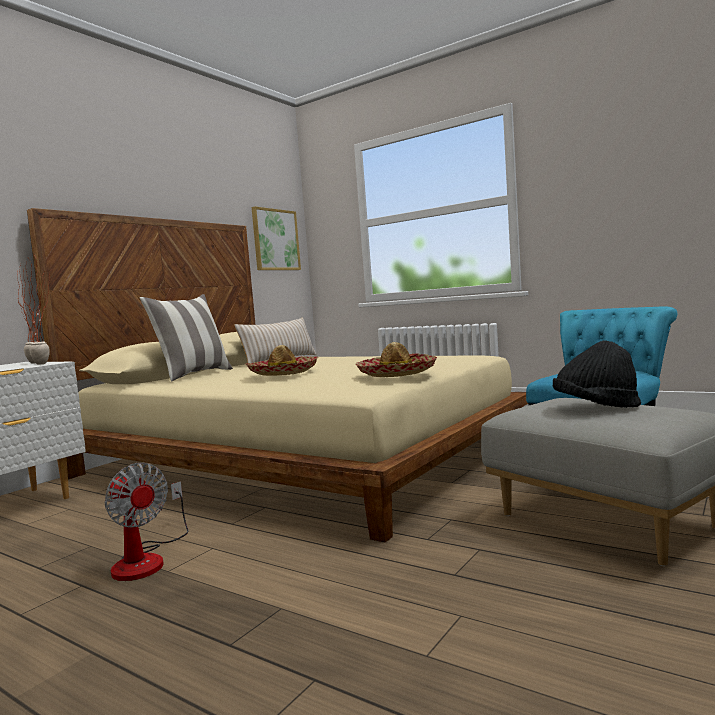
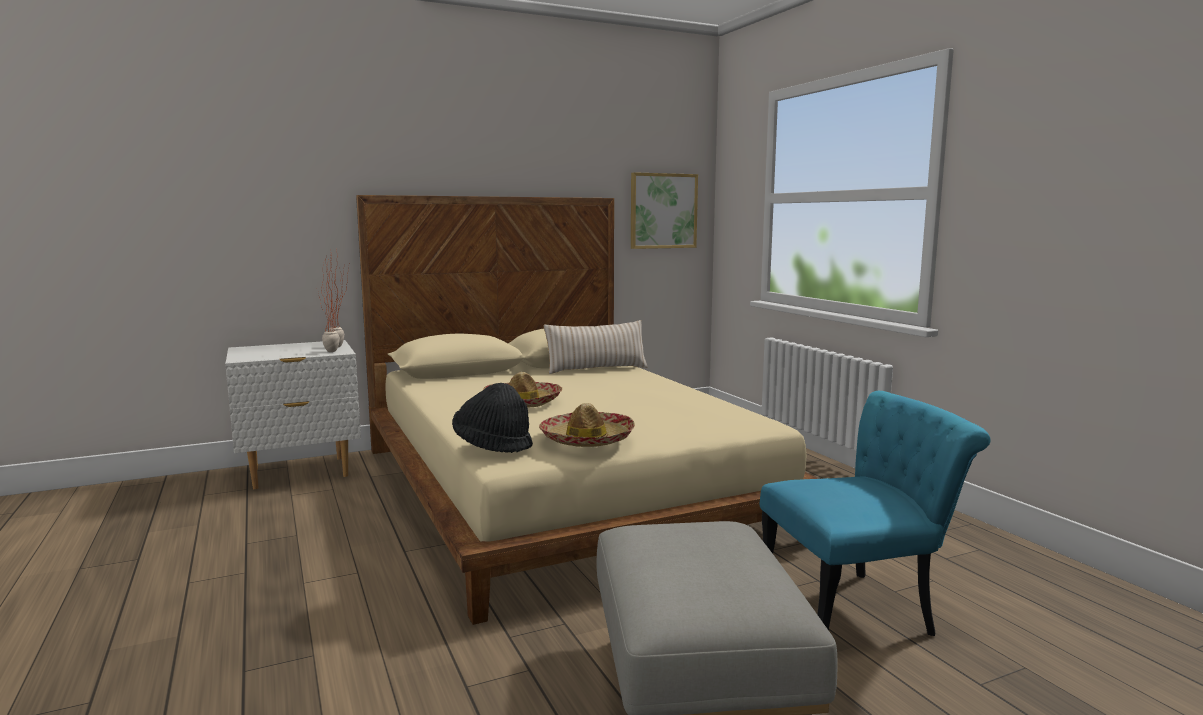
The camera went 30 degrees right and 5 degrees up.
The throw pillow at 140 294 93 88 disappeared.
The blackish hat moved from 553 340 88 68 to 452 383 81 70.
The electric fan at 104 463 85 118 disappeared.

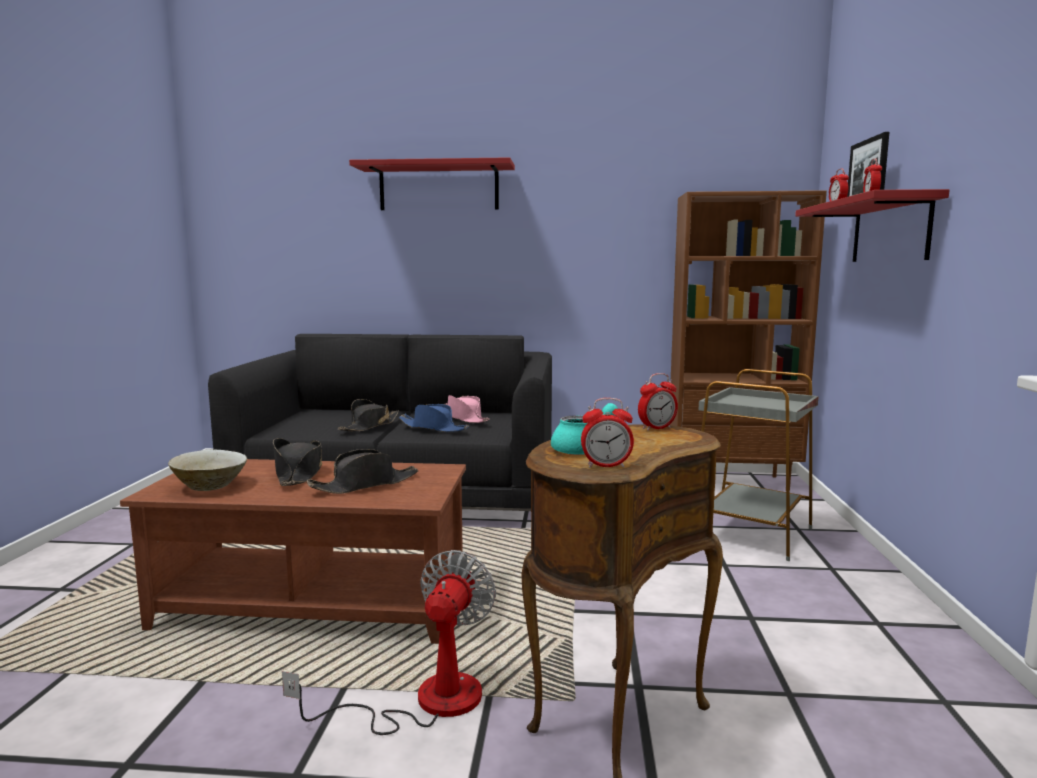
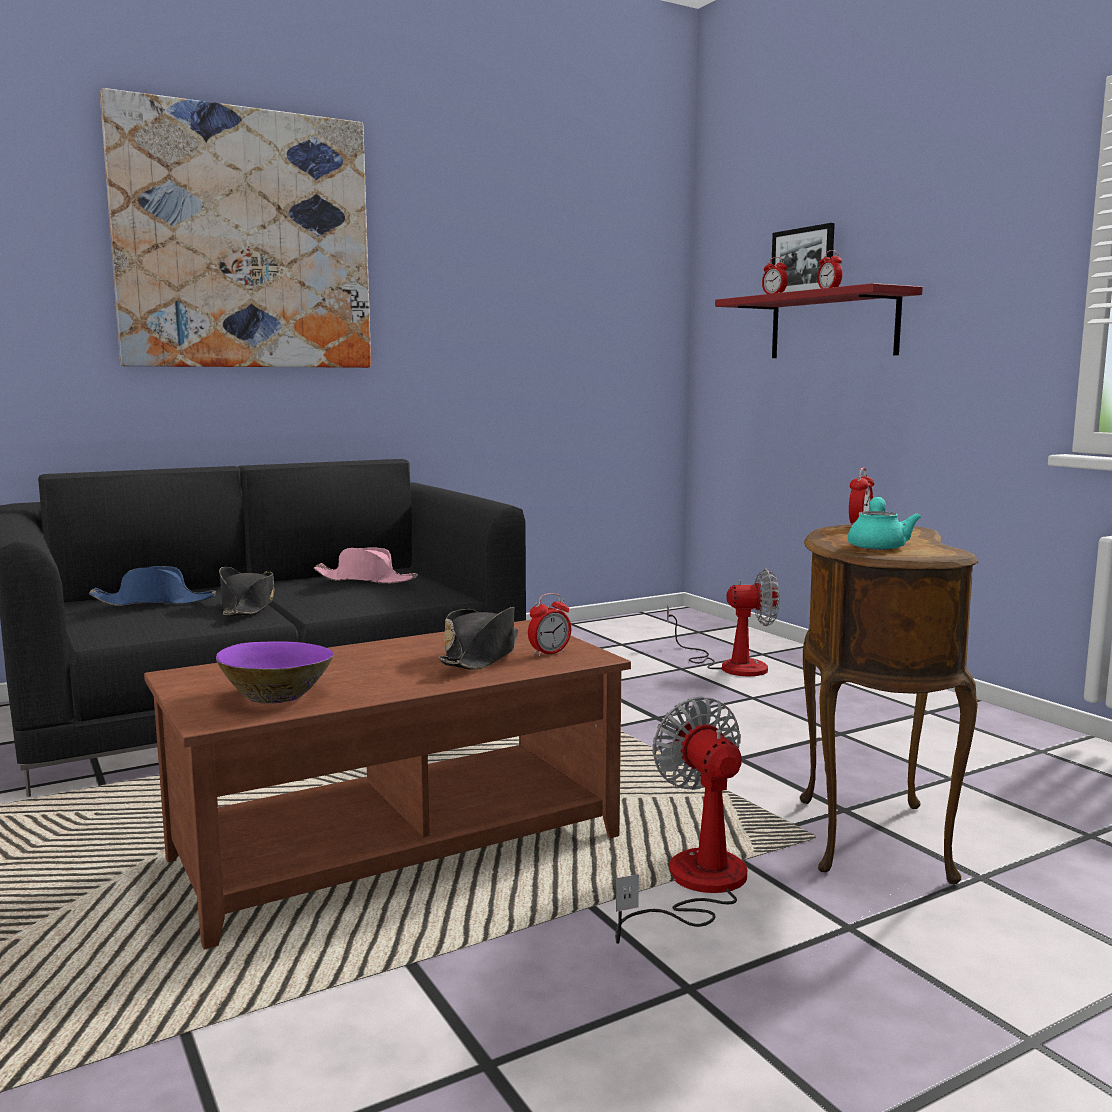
The camera went 35 degrees left and 0 degrees up.
The red-coloured shelf at 349 157 166 53 was replaced by the wall art at 100 88 271 280.
The brown-coloured bookcase at 670 190 157 292 disappeared.
The grey end table at 699 369 120 192 was replaced by the electric fan at 667 568 113 108.
The alarm clock moved from 581 398 53 69 to 528 593 43 64.
The blue-coloured hat moved from 399 404 70 28 to 89 566 127 40.
The blackish hat at 273 438 49 48 disappeared.
The sand-coloured deep dish at 168 450 79 41 became the purple-coloured deep dish at 216 641 117 63.

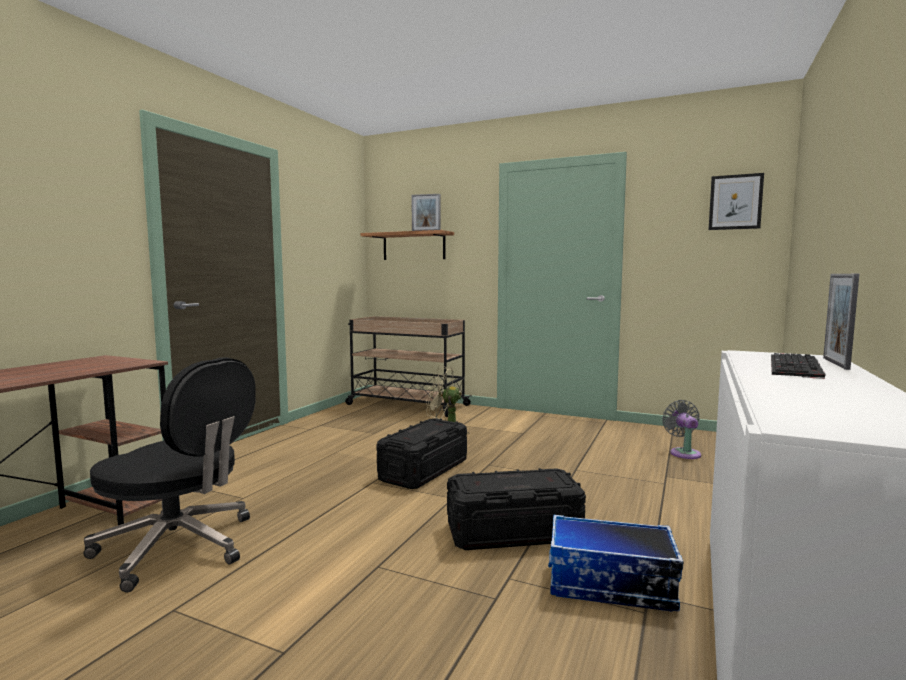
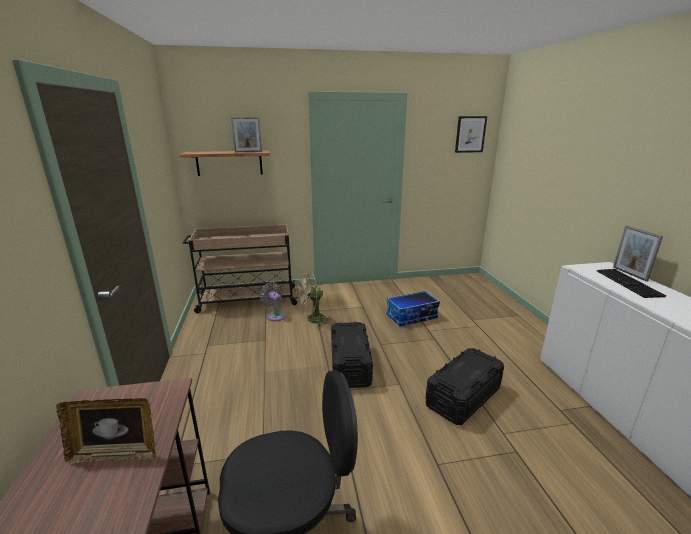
The camera went 35 degrees left and 15 degrees up.
The grey electric fan moved from 662 400 39 59 to 259 282 27 39.
The storage container moved from 548 515 136 97 to 387 291 53 36.
The photo frame at 56 398 100 65 appeared.

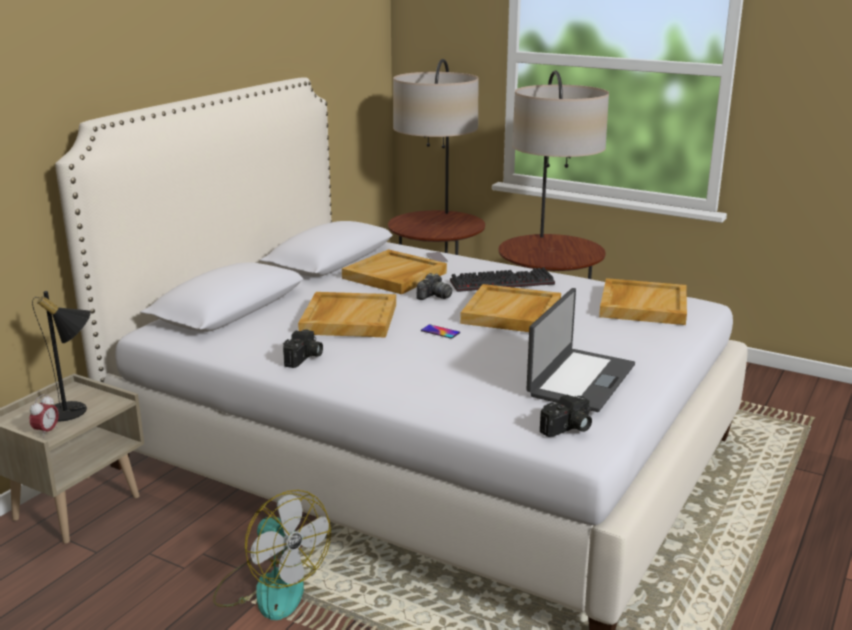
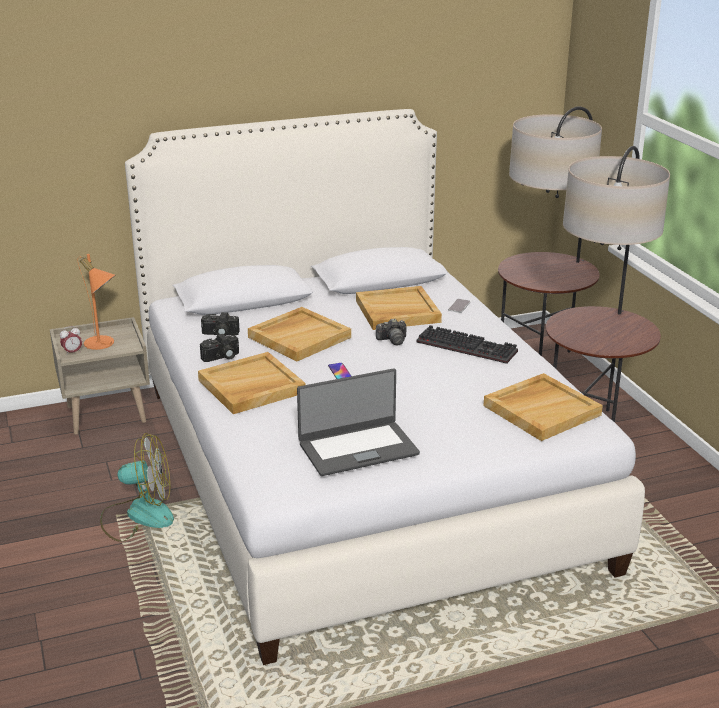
The camera went 40 degrees right and 5 degrees up.
The sand-coloured carrying tray moved from 460 284 101 48 to 198 352 108 62.
The blackish lamp for a table at 32 291 59 131 became the orangey lamp for a table at 77 254 38 96.
The photo camera moved from 540 395 52 42 to 201 312 38 24.
The electric fan at 213 490 118 130 turned 90 degrees counterclockwise.

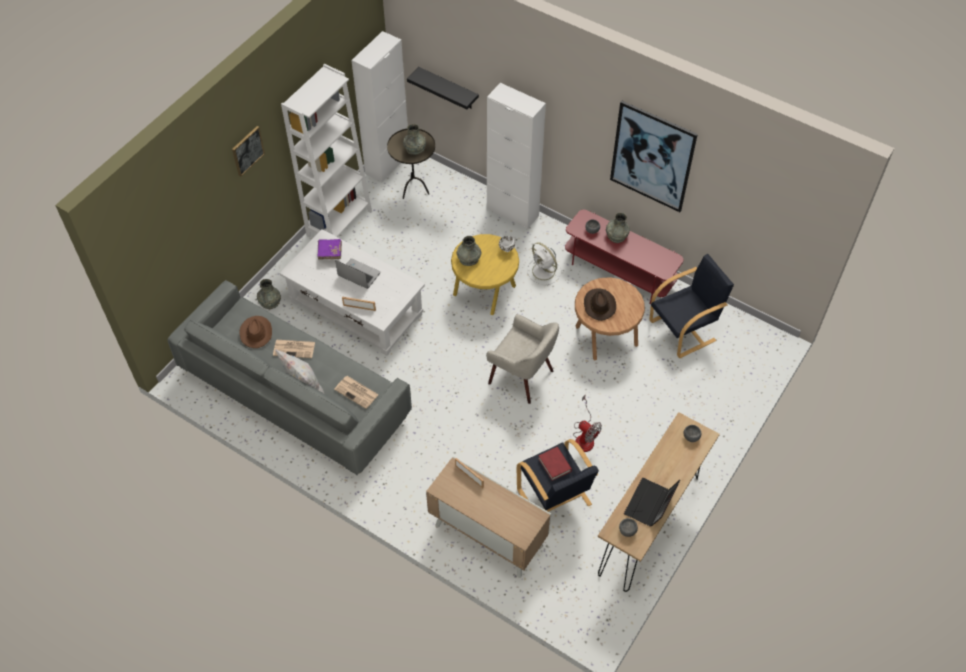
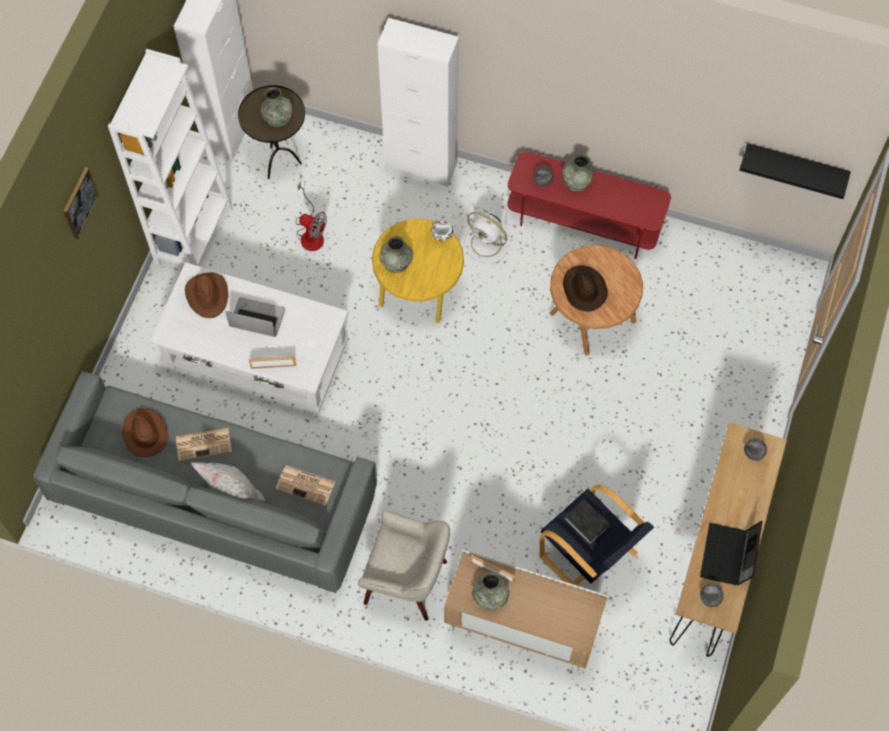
The camera went 15 degrees left and 10 degrees up.
The blackish shelf moved from 407 67 72 42 to 739 143 112 56.
The wall art at 610 101 88 111 disappeared.
The purple-coloured book at 317 239 25 21 was replaced by the brown-coloured hat at 185 272 44 46.
The blackish armchair at 649 254 85 104 disappeared.
The grey flower vase moved from 257 279 24 30 to 472 572 37 39.
The sand-coloured armchair moved from 486 314 73 90 to 358 511 92 110.
The electric fan moved from 573 394 29 58 to 296 182 31 69.
The red-coloured book at 538 447 34 34 became the blackish book at 565 498 46 47.

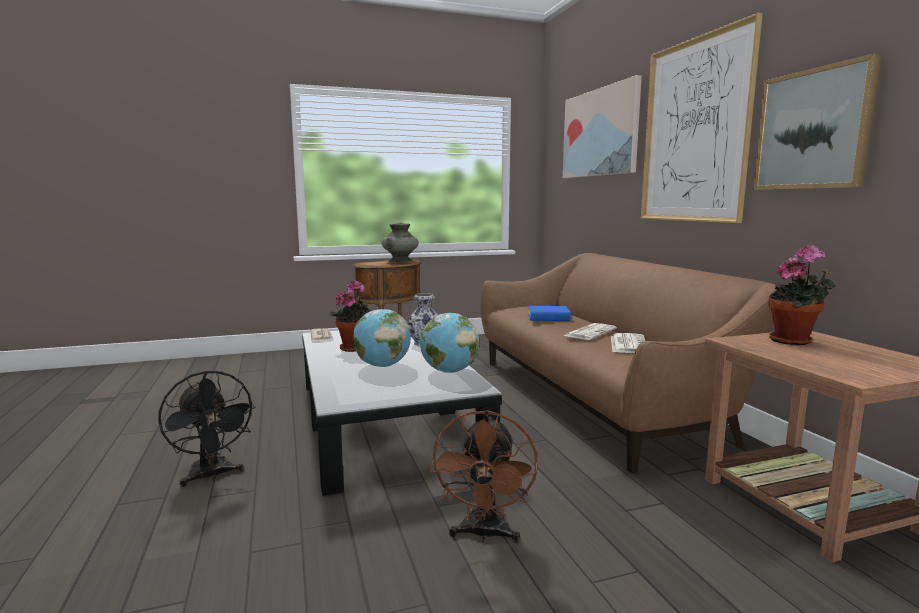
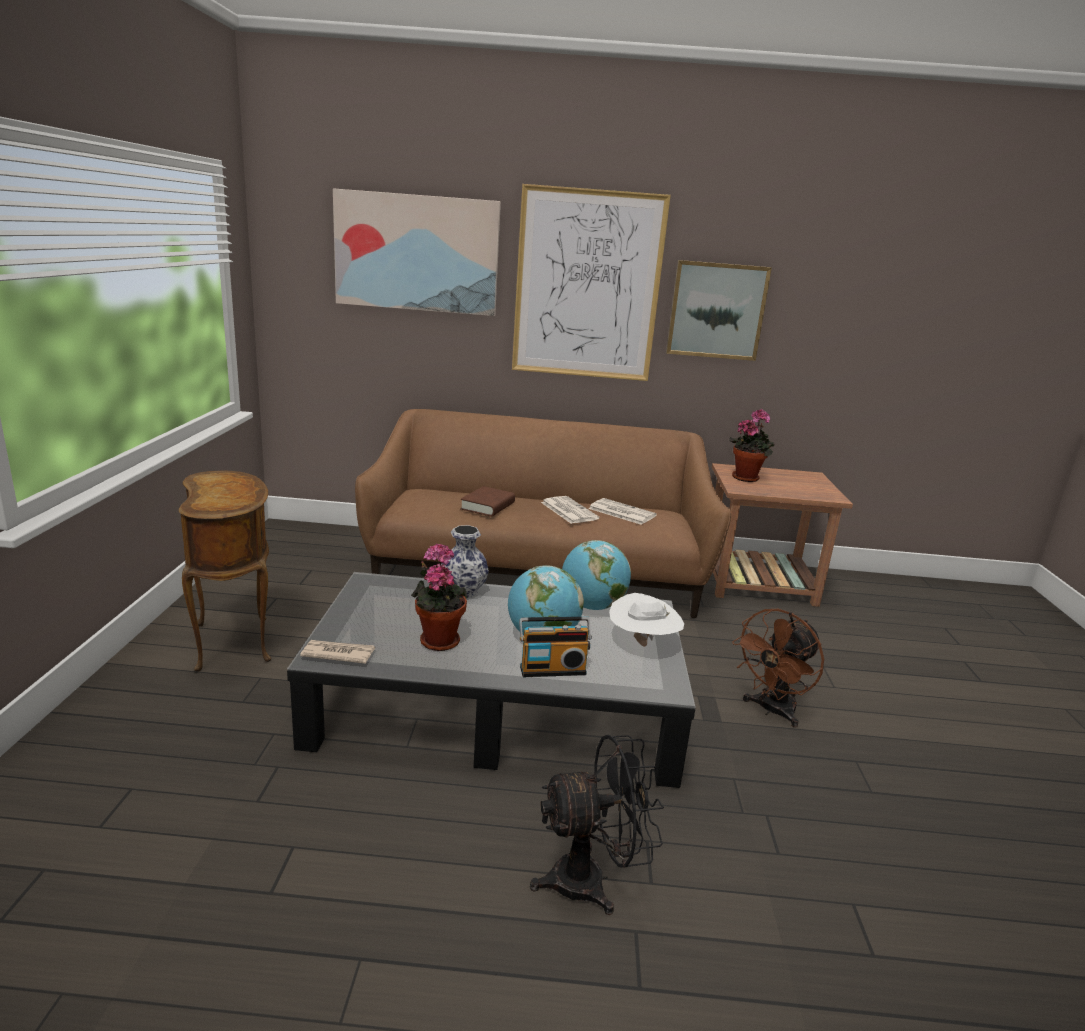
The camera went 70 degrees left and 10 degrees up.
The turquoise-coloured flower vase at 382 222 37 41 disappeared.
The blue-coloured book at 528 306 43 15 became the brown-coloured book at 460 486 55 31.
The brown-coloured electric fan at 429 410 109 133 turned 105 degrees clockwise.
The white hat at 609 593 75 54 appeared.
The radio at 519 616 73 61 appeared.

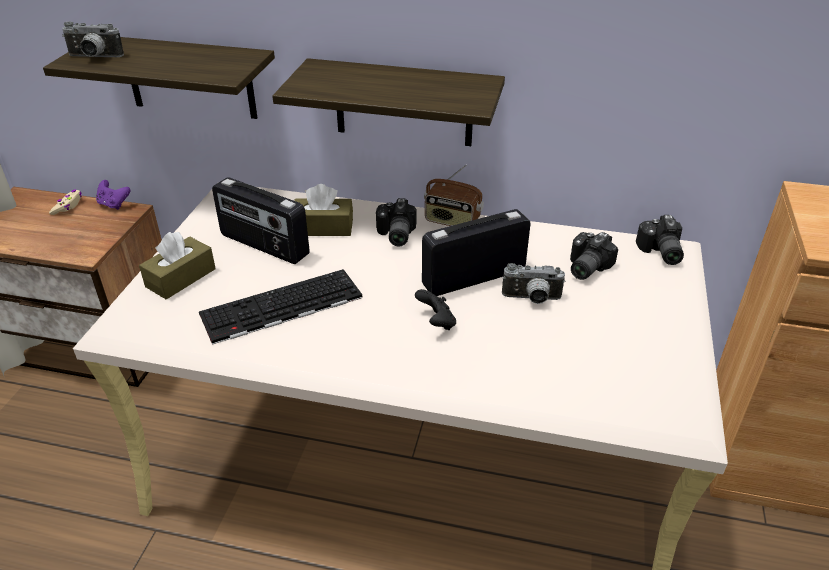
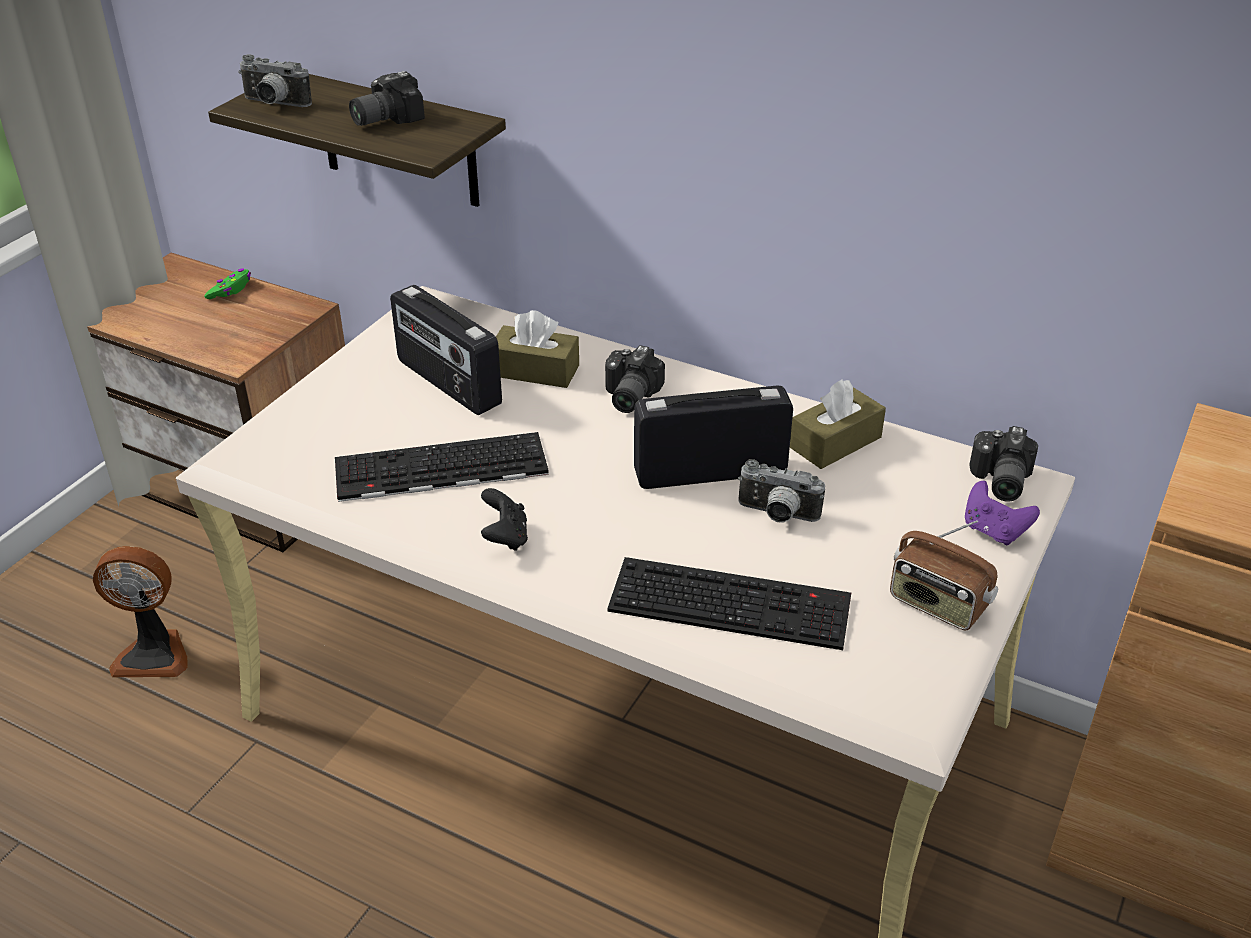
The camera went 15 degrees right and 0 degrees up.
The shelf at 272 58 233 88 disappeared.
The radio moved from 424 164 60 62 to 890 520 108 110.
The purple-coloured gamepad moved from 96 180 35 30 to 965 481 75 64.
The sand-coloured gamepad at 49 190 33 25 became the green gamepad at 204 268 47 31.
The brown-coloured tissue box moved from 139 232 77 68 to 790 379 96 90.
The photo camera moved from 570 232 48 48 to 349 71 76 55.
The blackish gamepad moved from 415 289 41 41 to 481 488 47 63.
The electric fan at 93 546 95 131 appeared.
The PC keyboard at 608 557 243 93 appeared.

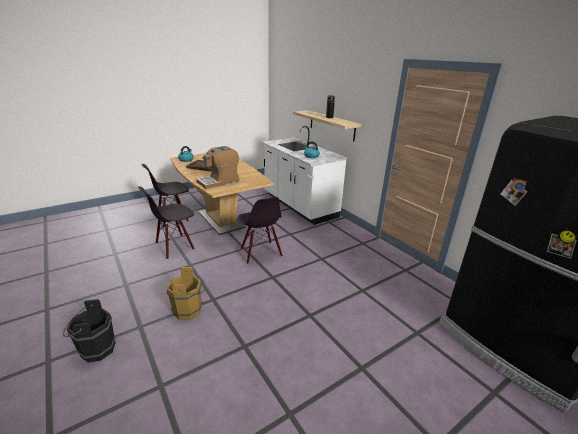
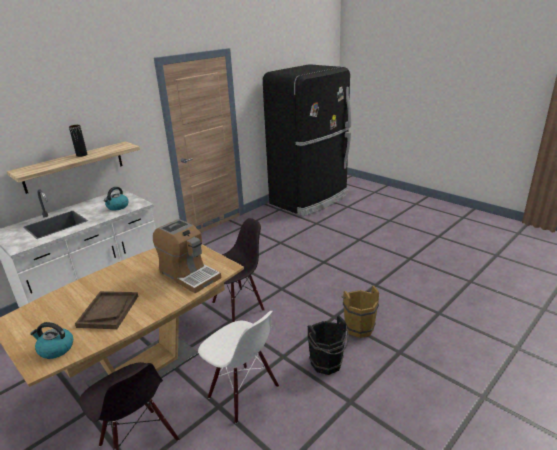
The camera went 100 degrees left and 0 degrees up.
The blackish plain chair at 138 186 57 74 became the white plain chair at 198 311 81 113.
The blackish water bucket moved from 63 299 53 63 to 307 315 42 60.

